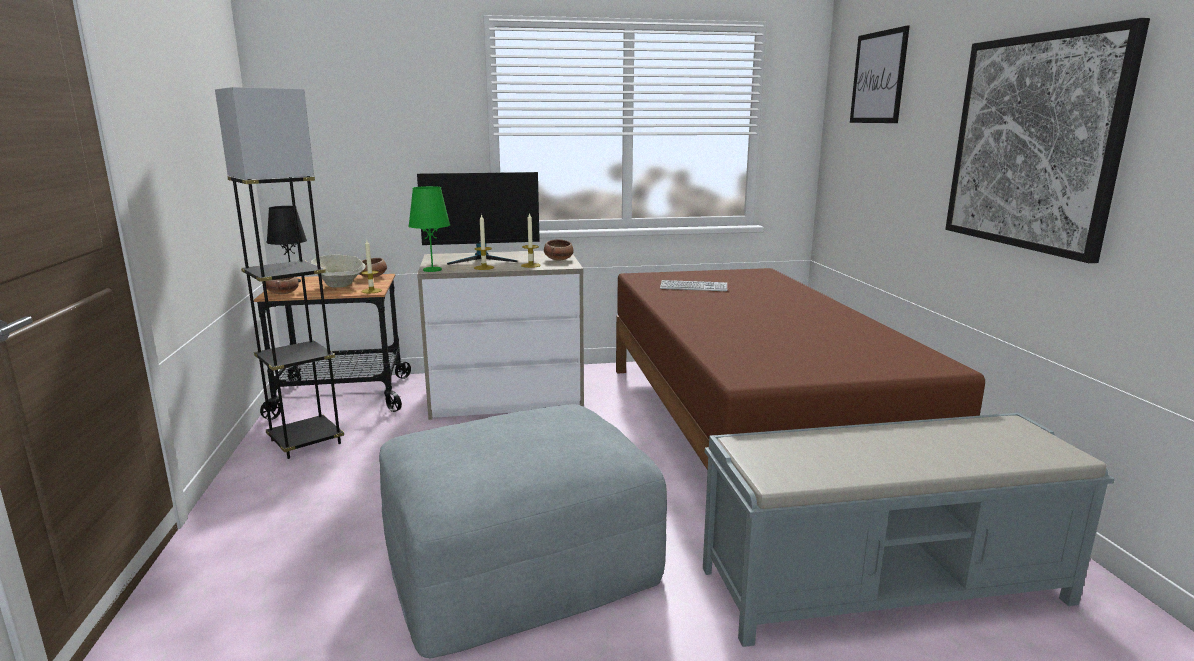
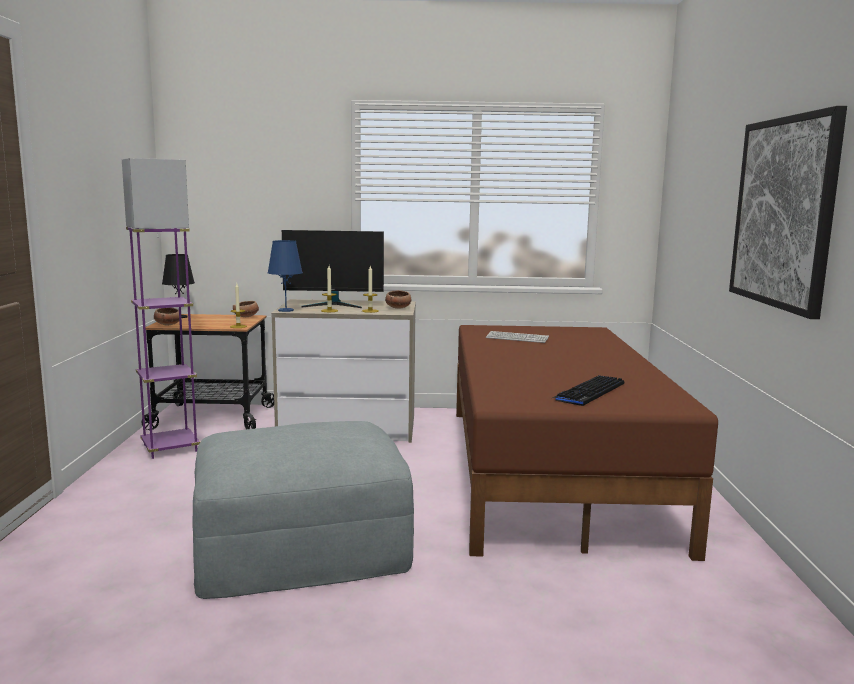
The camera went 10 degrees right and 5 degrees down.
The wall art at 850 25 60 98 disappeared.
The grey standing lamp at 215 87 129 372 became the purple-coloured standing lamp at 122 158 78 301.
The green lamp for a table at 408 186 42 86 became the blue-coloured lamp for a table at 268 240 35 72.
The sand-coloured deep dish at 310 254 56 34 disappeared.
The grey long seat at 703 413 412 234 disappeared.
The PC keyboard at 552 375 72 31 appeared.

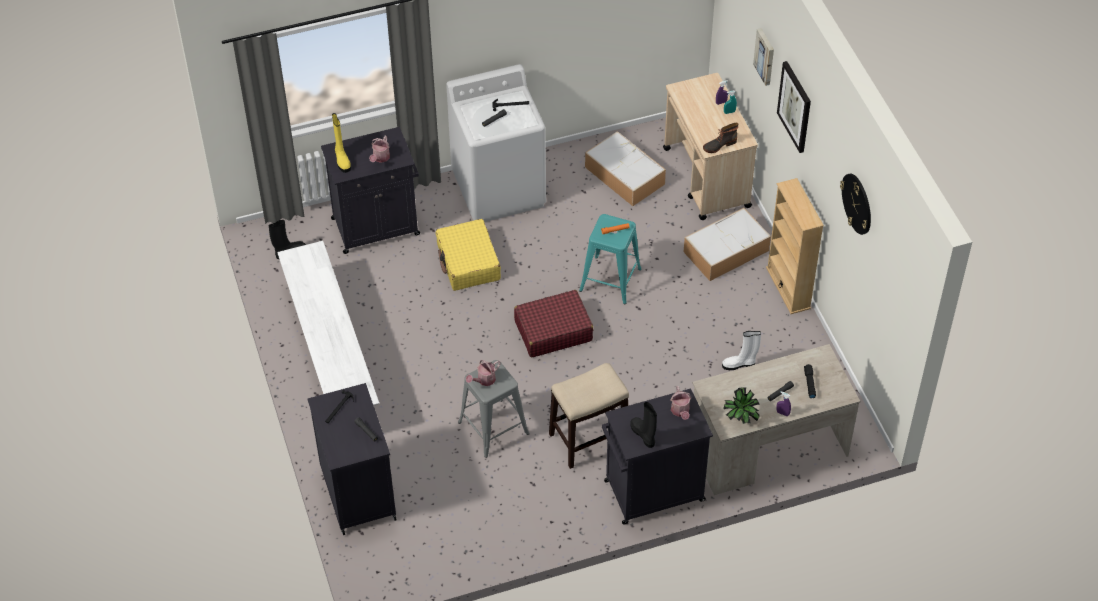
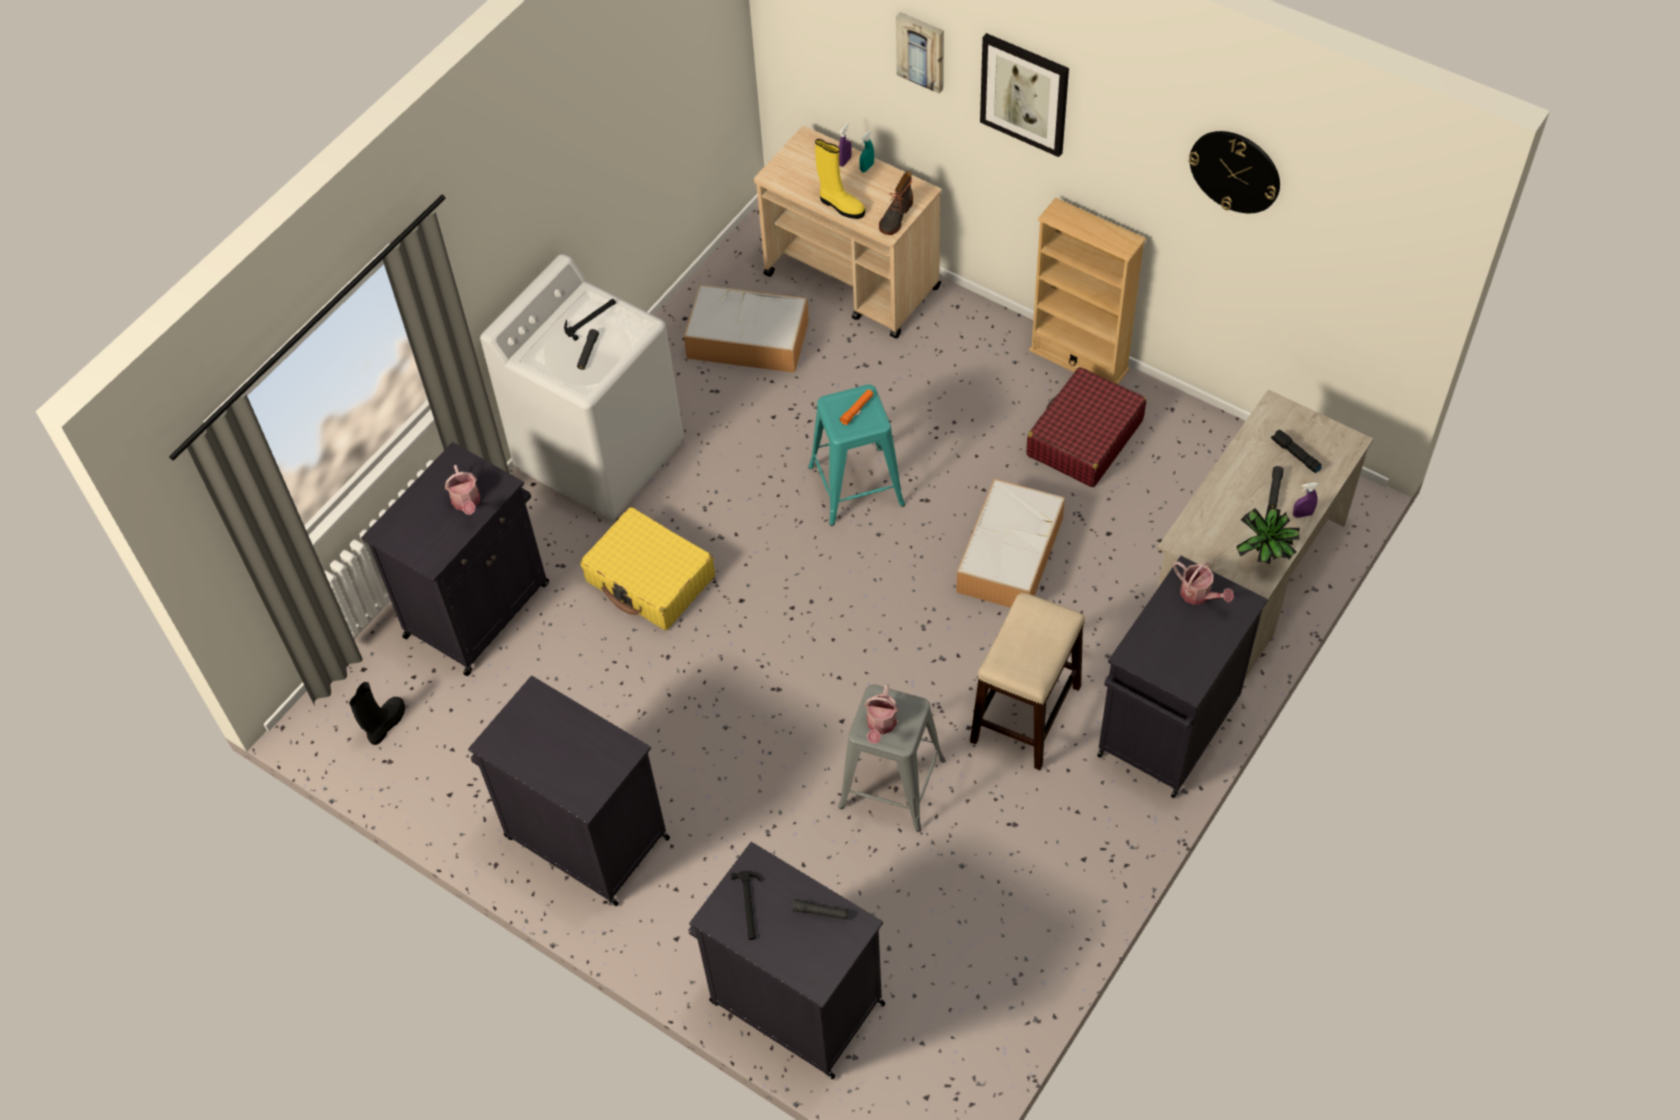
The camera went 35 degrees left and 5 degrees up.
The yellow-coloured tall boot moved from 332 113 19 60 to 815 139 50 80.
The storage container moved from 684 208 87 73 to 957 479 108 129.
The white long seat at 277 241 102 164 was replaced by the blackish storage cabinet at 468 675 202 231.
The red-coloured travel case moved from 514 290 79 68 to 1026 367 120 120.
The white tall boot at 722 331 39 39 disappeared.
The blackish tall boot at 630 402 27 46 disappeared.

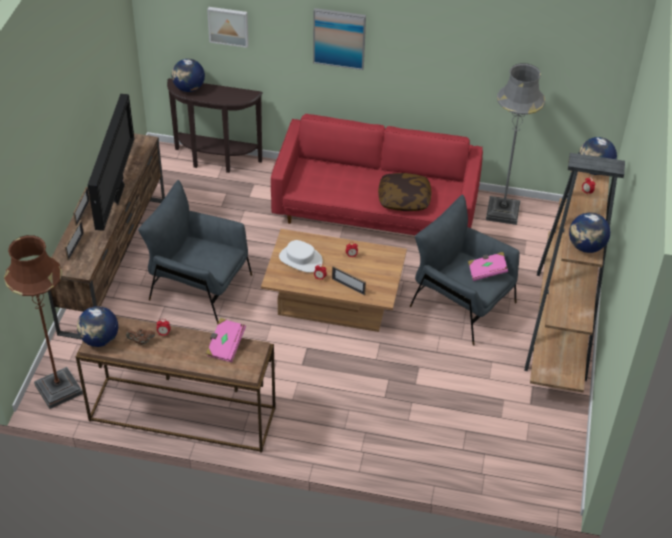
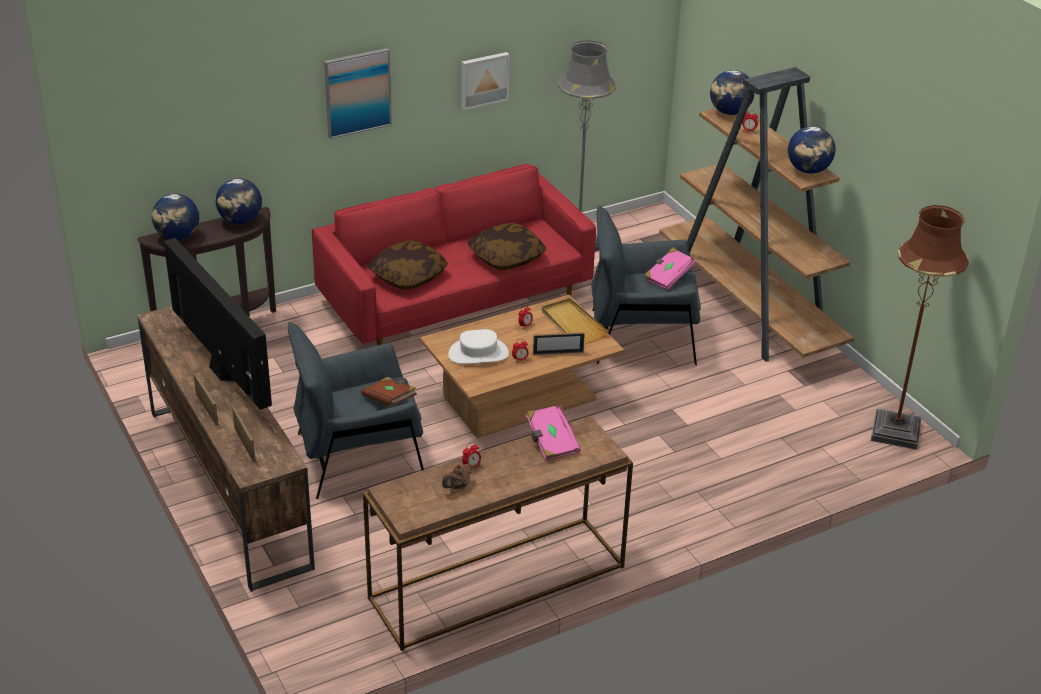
The camera went 40 degrees left and 10 degrees down.
The wall art moved from 207 7 42 41 to 461 52 49 58.
The brown-coloured standing lamp moved from 4 235 79 174 to 871 205 98 245.
The globe moved from 77 306 41 41 to 216 178 46 46.
The throw pillow at 367 240 81 50 appeared.
The sand-coloured carrying tray at 542 298 67 46 appeared.
The brown-coloured book at 361 377 56 29 appeared.

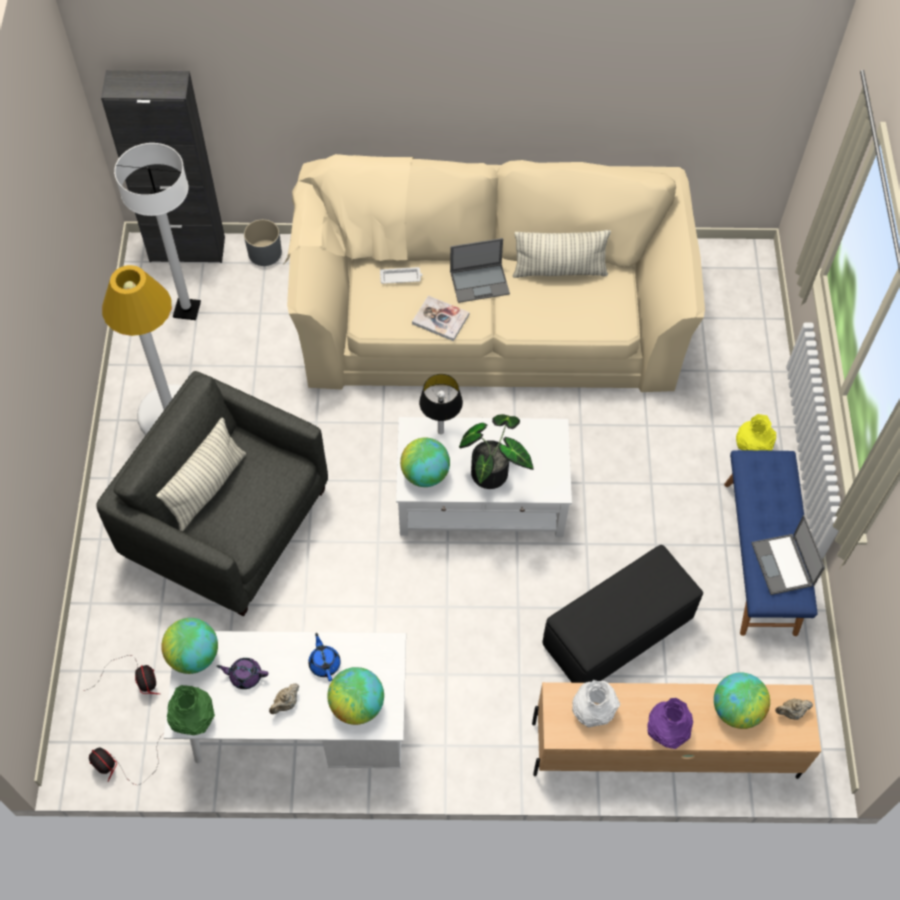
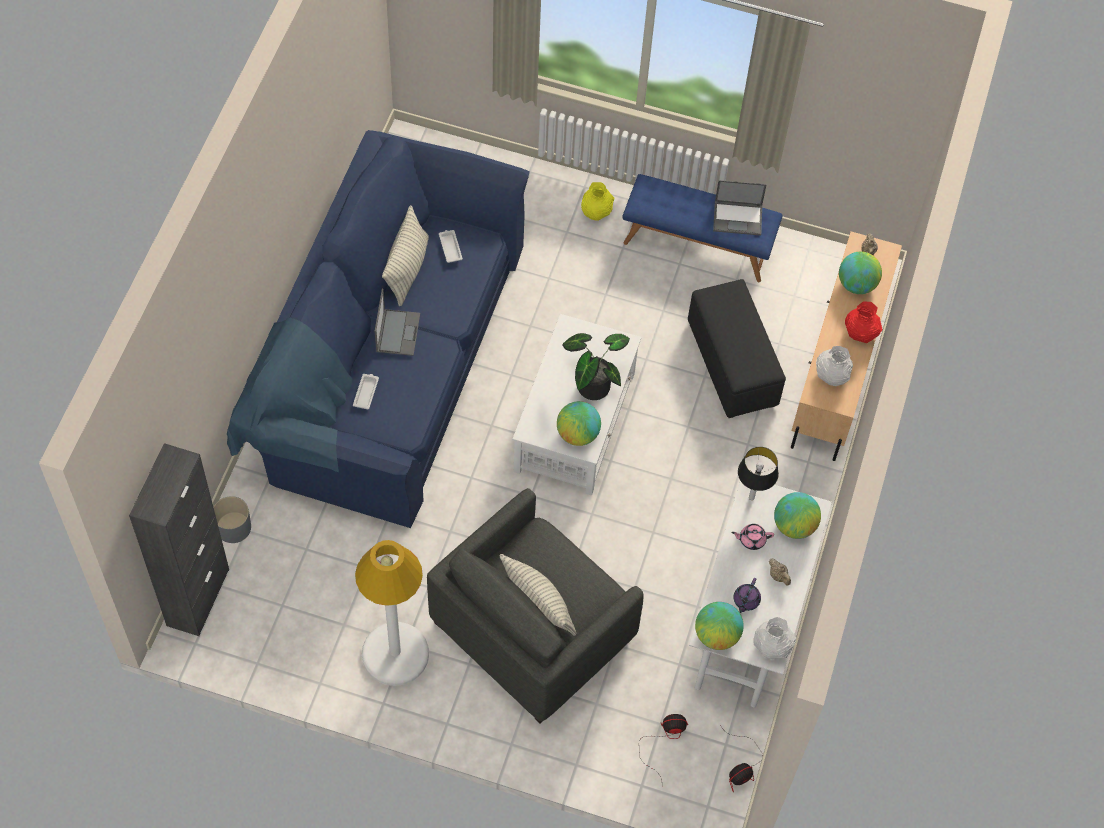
The camera went 75 degrees left and 0 degrees up.
The white standing lamp at 114 143 87 177 disappeared.
The sand-coloured couch at 282 154 423 238 became the blue-coloured couch at 227 130 303 398.
The book at 412 295 57 46 disappeared.
The lamp for a table moved from 419 374 44 60 to 738 447 41 53.
The blue-coloured pot for tea at 308 633 33 48 became the pink pot for tea at 731 524 43 26.
The green flower vase at 167 685 48 50 became the white flower vase at 753 617 43 42.
The purple-coloured flower vase at 647 698 46 51 became the red-coloured flower vase at 845 301 38 42.
The white carrying tray at 439 230 24 33 appeared.

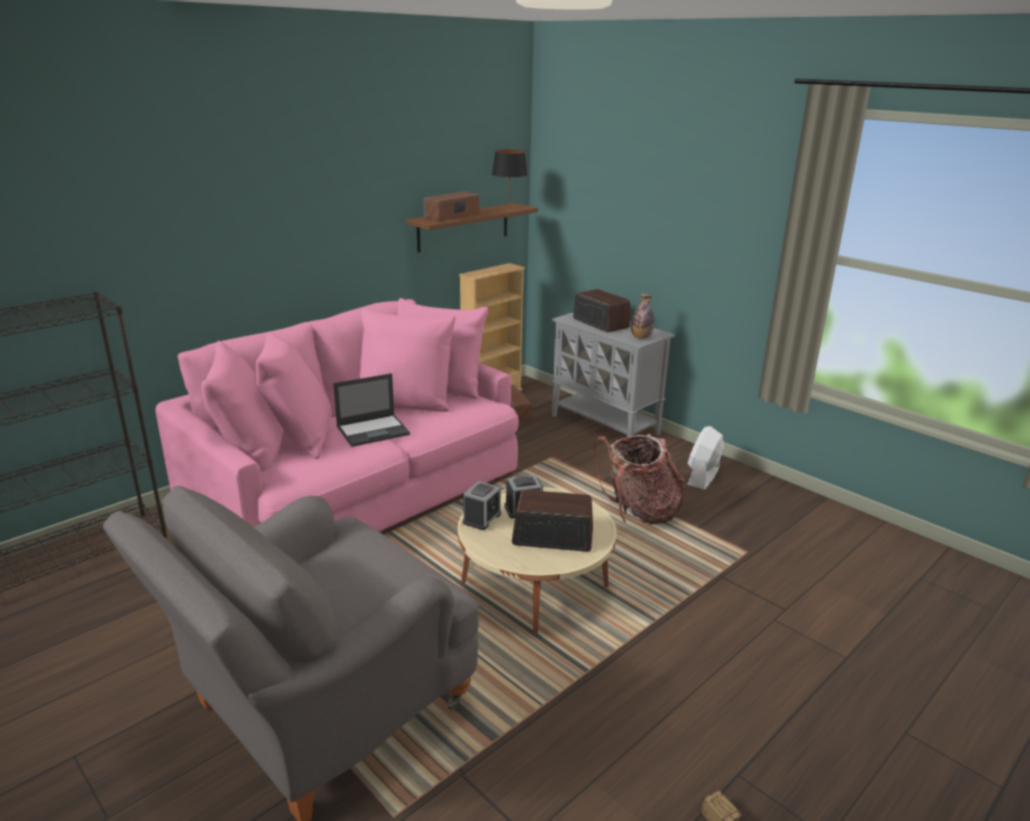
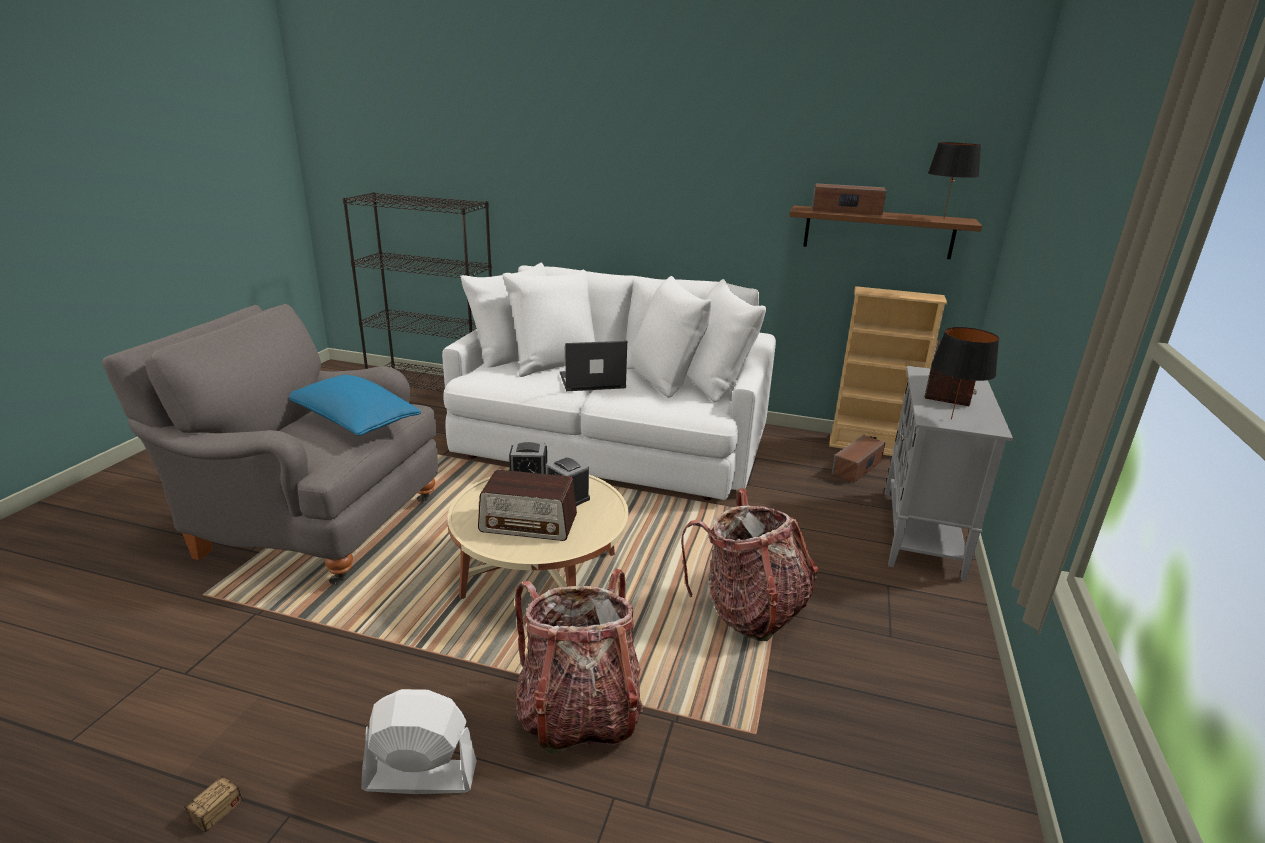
The camera went 60 degrees right and 0 degrees up.
The drink bottle at 631 294 23 45 was replaced by the blackish lamp for a table at 931 327 68 93.
The pink couch at 156 298 363 234 became the white couch at 442 262 334 238.
The notebook computer at 333 373 77 74 turned 135 degrees clockwise.
The white electric fan moved from 687 426 38 64 to 361 689 116 105.
The radio at 512 490 81 62 turned 120 degrees clockwise.
The blue-coloured throw pillow at 289 375 132 61 appeared.
The knapsack at 515 569 128 185 appeared.

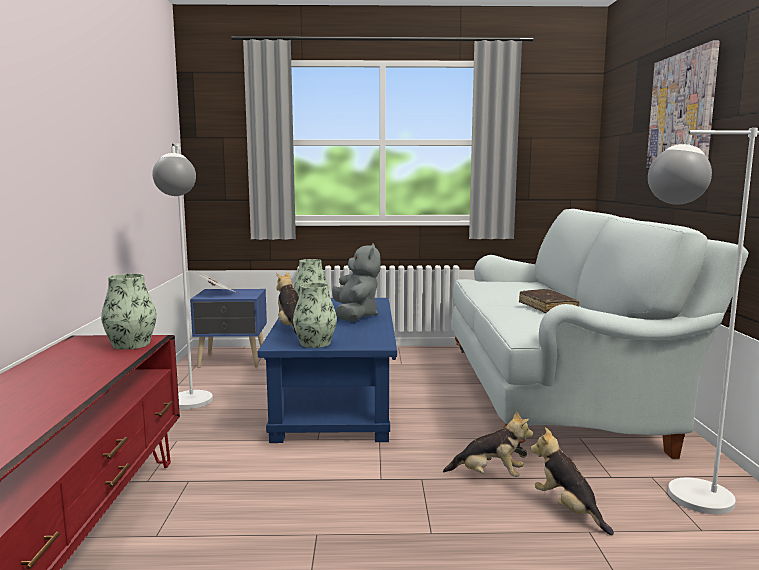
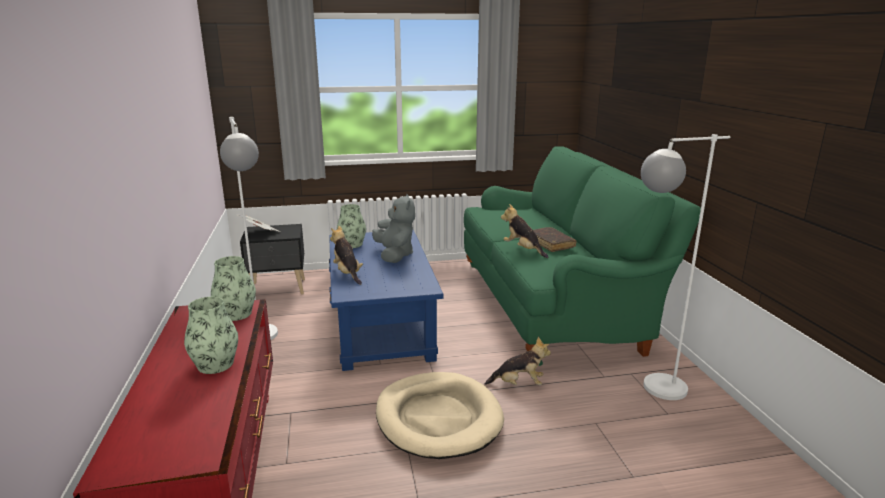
The camera went 10 degrees left and 10 degrees up.
The wall art at 646 41 74 128 disappeared.
The white couch at 452 209 297 250 became the green couch at 464 146 237 220.
The flower vase moved from 293 283 44 65 to 184 297 54 77.
The blue-coloured night table at 190 289 77 79 became the blackish night table at 240 224 65 70.
The plush toy moved from 530 427 84 108 to 501 204 47 54.
The sand-coloured dog bed at 376 372 128 87 appeared.

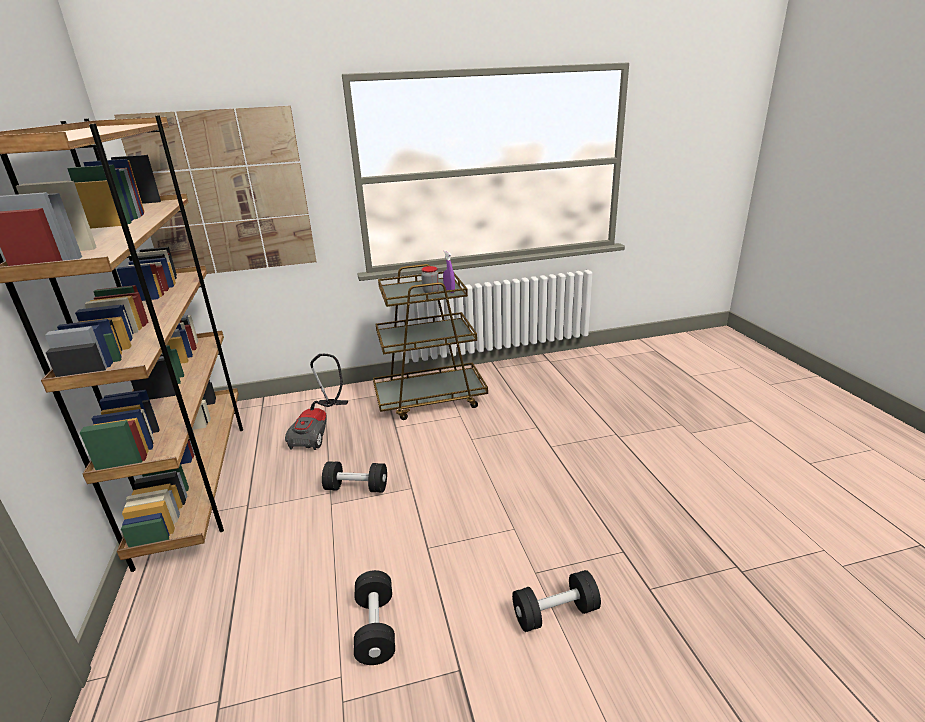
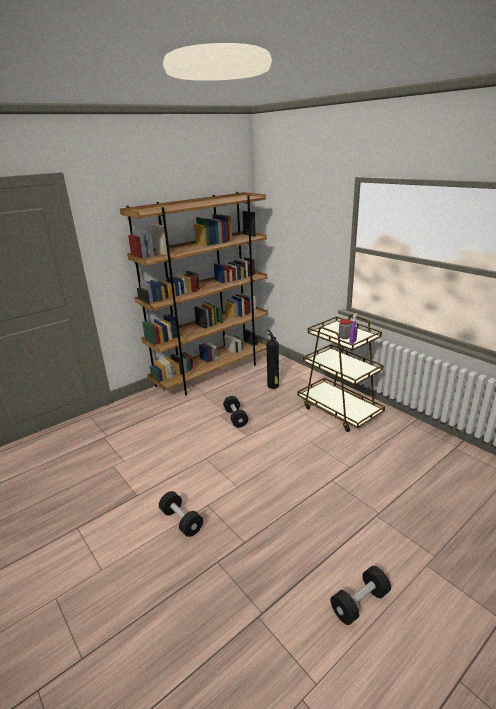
The camera went 65 degrees right and 0 degrees up.
The wall art at 114 106 203 168 disappeared.
The vacuum at 285 354 63 96 was replaced by the extinguisher at 266 330 13 59.
The blackish free weight moved from 354 570 41 95 to 330 566 61 59.

